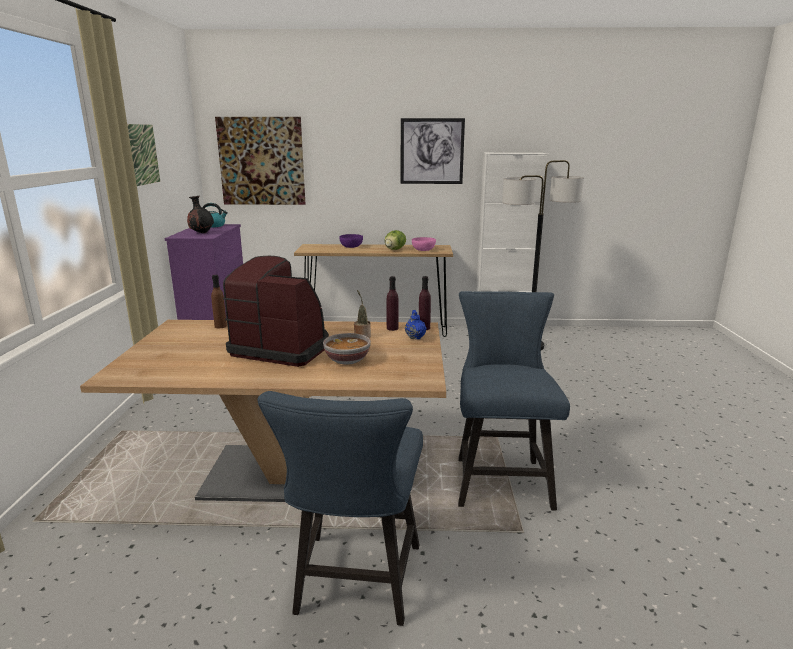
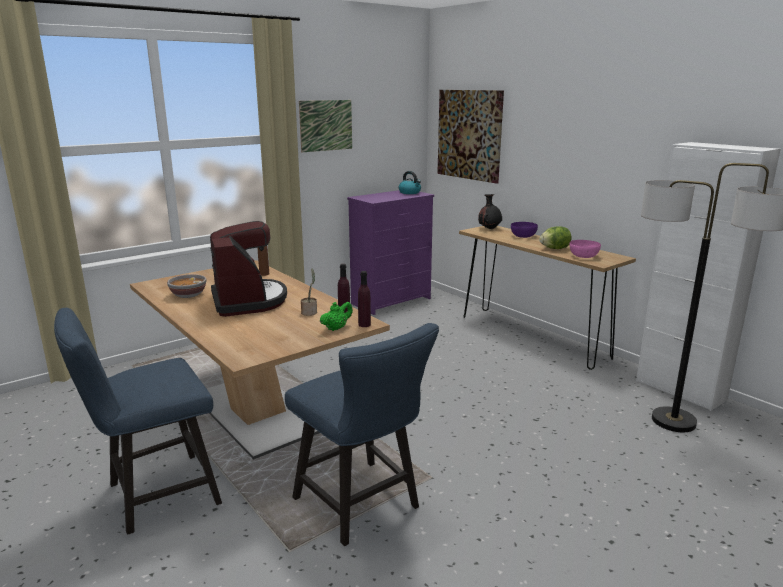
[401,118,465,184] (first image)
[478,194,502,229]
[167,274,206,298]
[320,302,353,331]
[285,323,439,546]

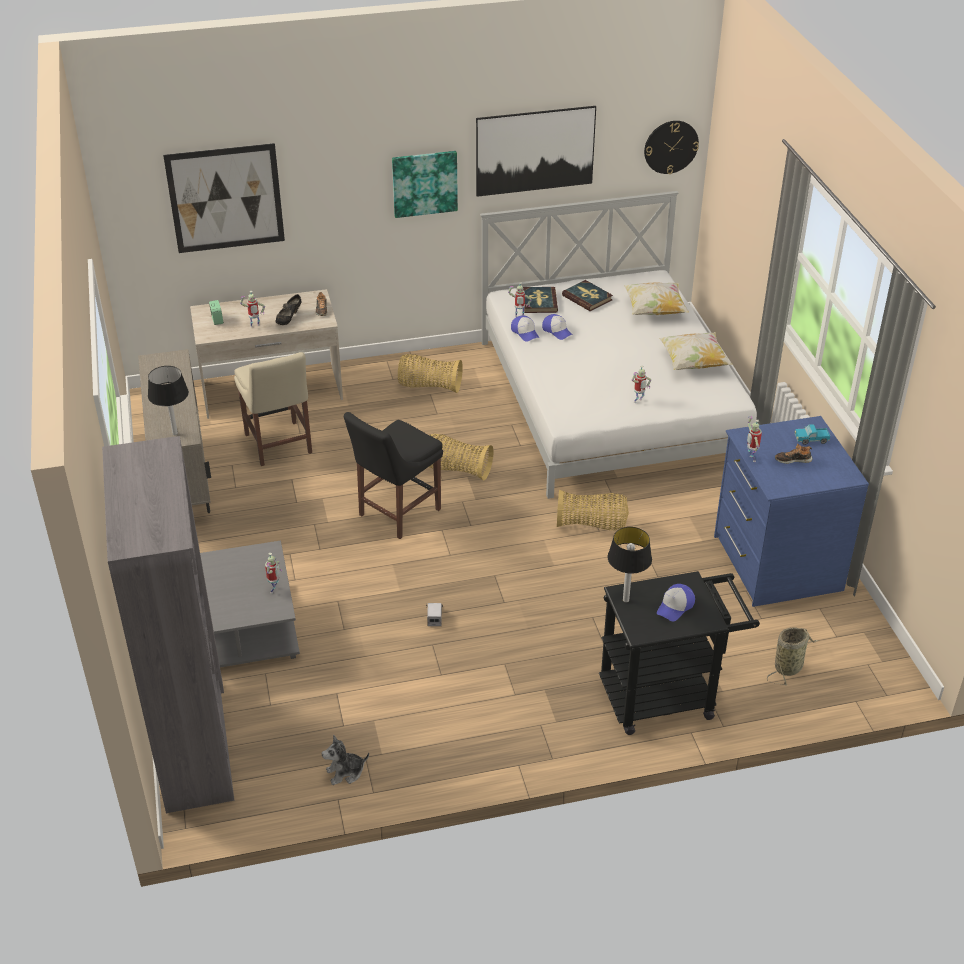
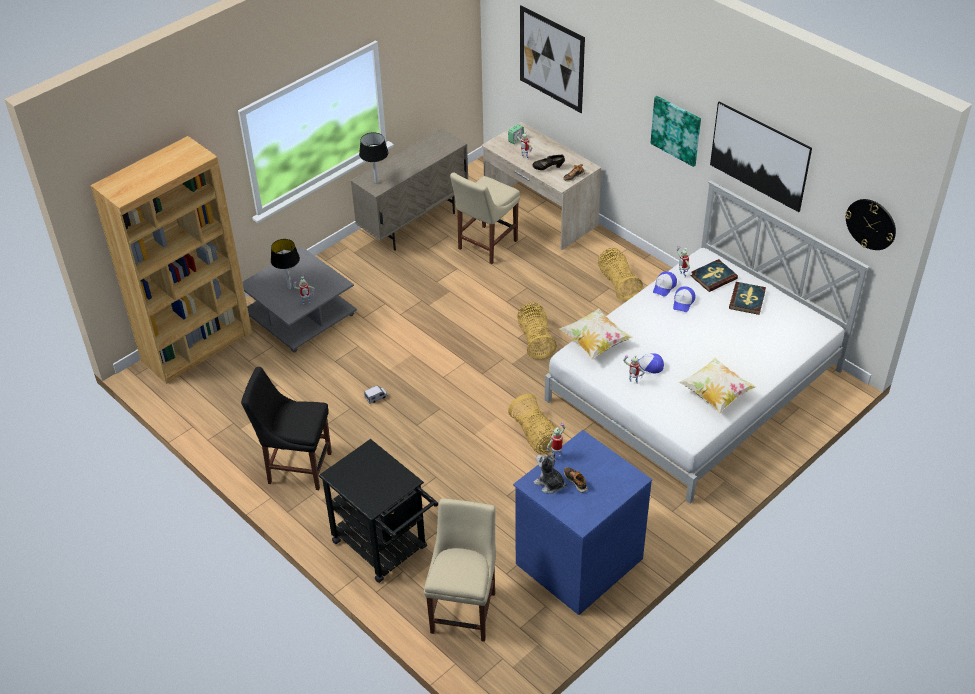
[794,424,830,445] (first image)
[534,452,568,494]
[241,367,332,490]
[271,239,300,289]
[559,308,633,359]
[631,353,664,373]
[424,498,496,642]
[90,136,252,384]

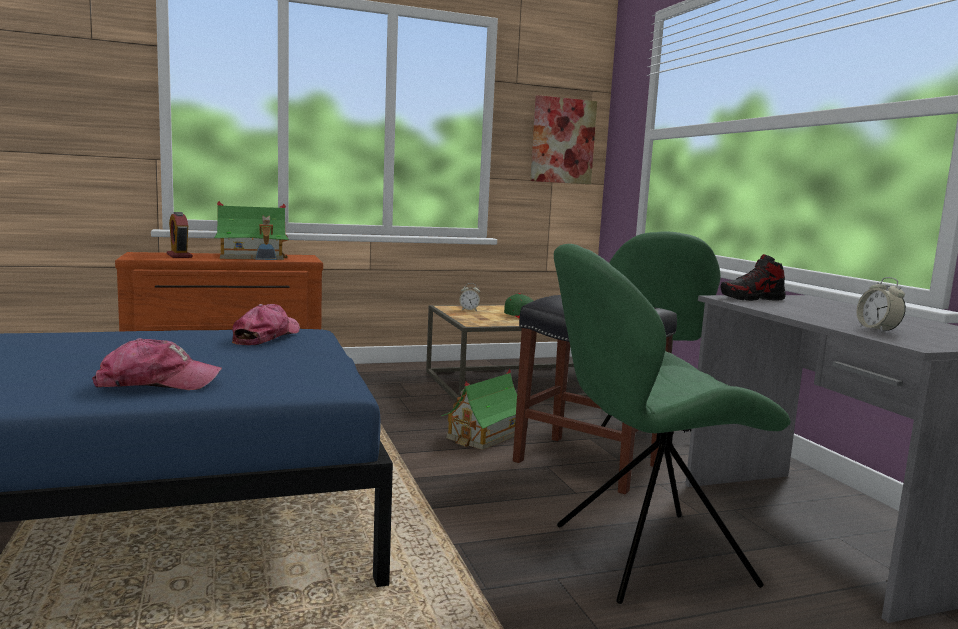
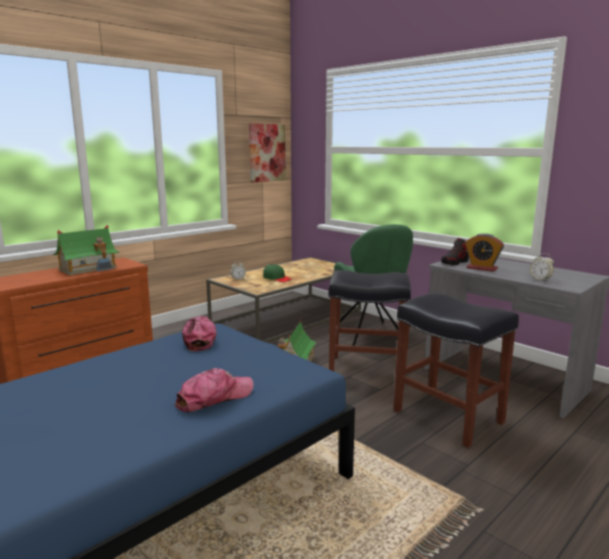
[465,233,504,272]
[393,293,519,448]

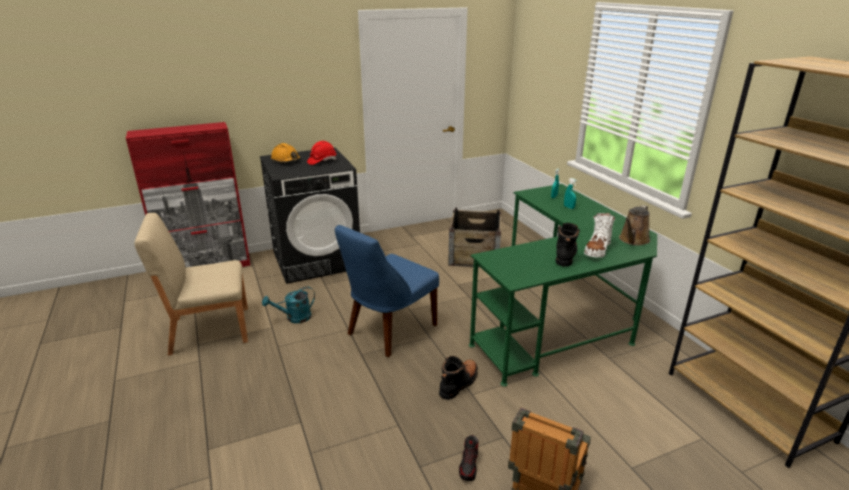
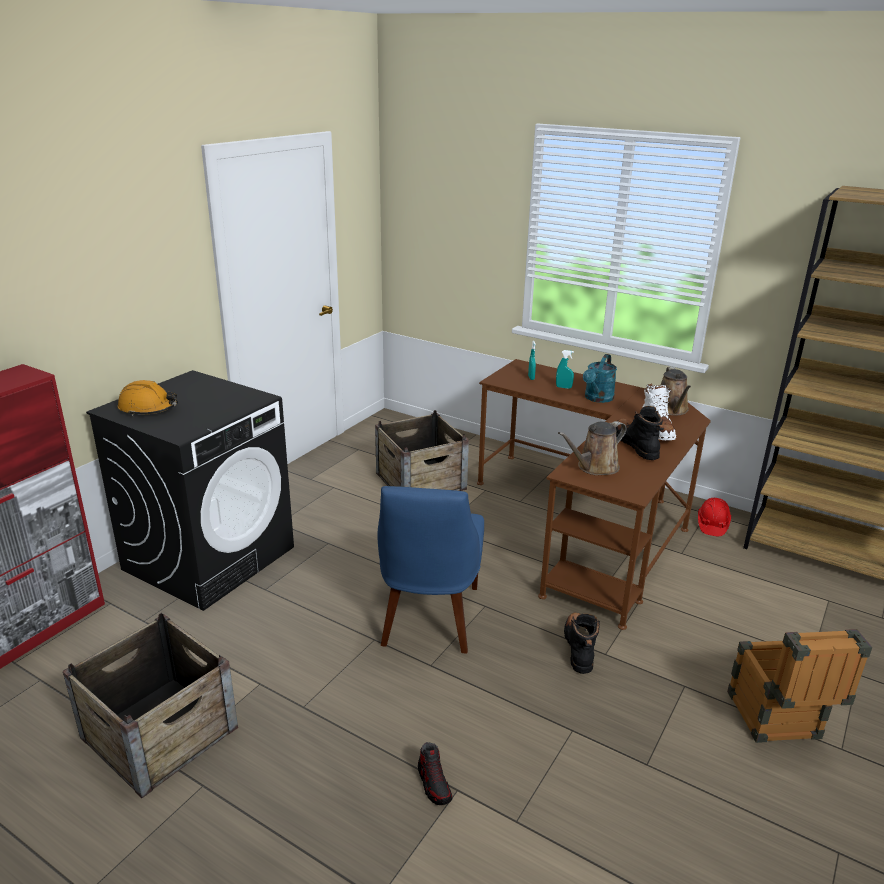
[558,421,626,475]
[583,354,617,403]
[698,498,731,536]
[418,742,452,805]
[63,613,238,798]
[477,359,711,630]

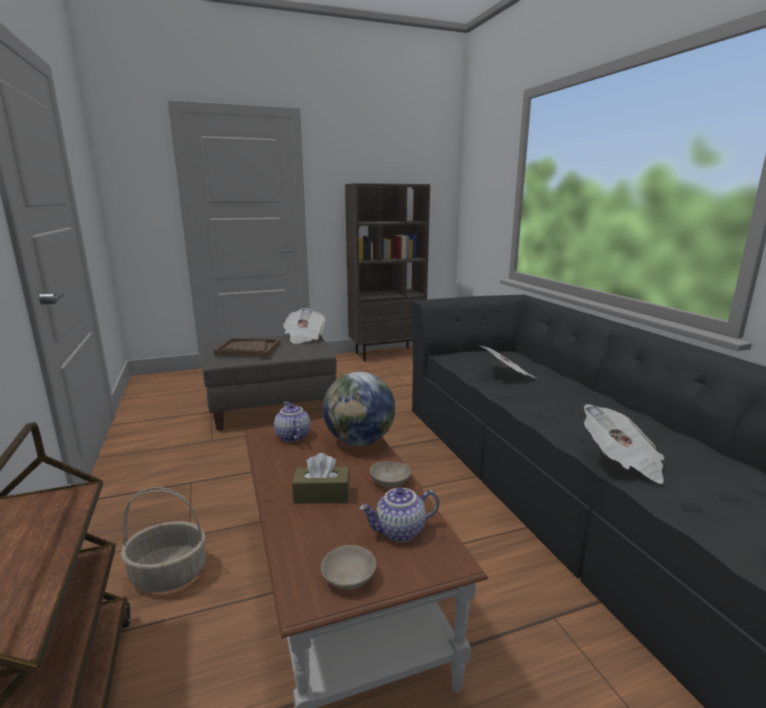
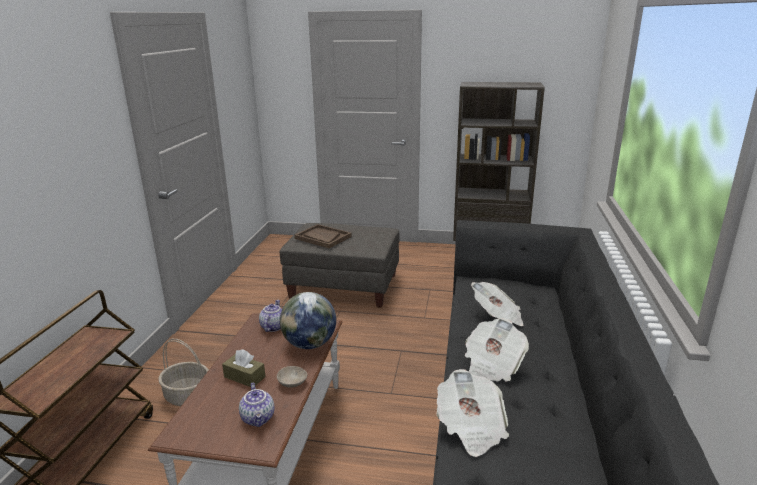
[321,545,376,589] (first image)
[465,318,529,382]
[239,383,274,427]

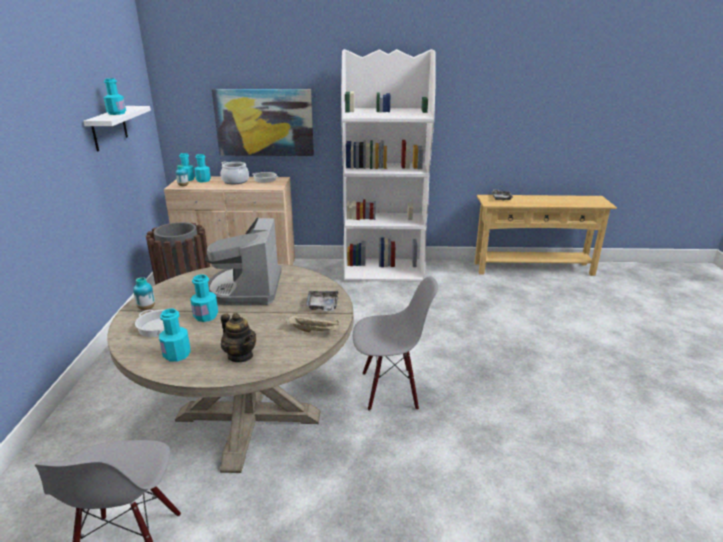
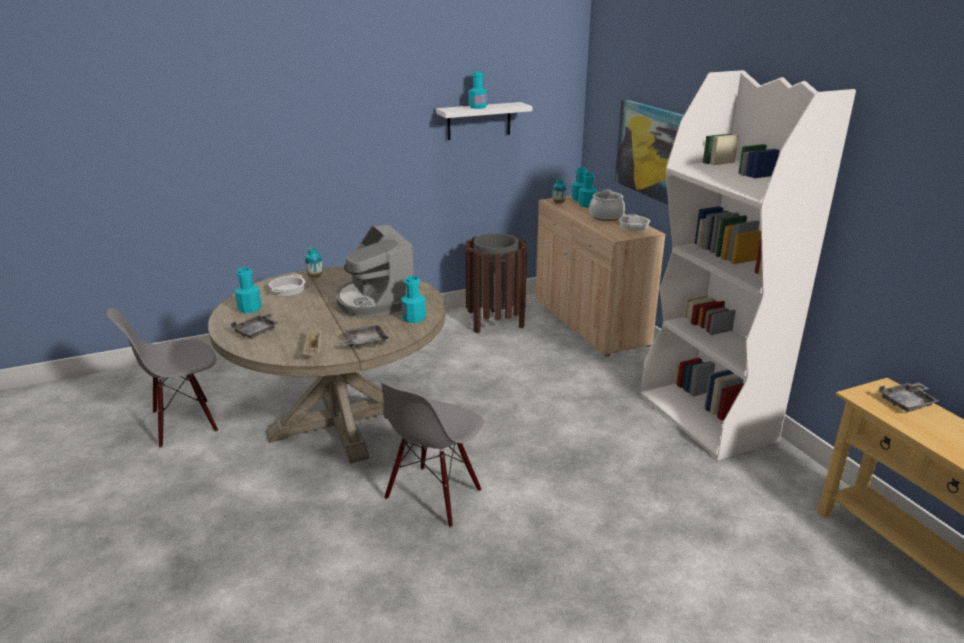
[401,276,426,323]
[231,312,278,338]
[336,225,414,317]
[381,383,484,528]

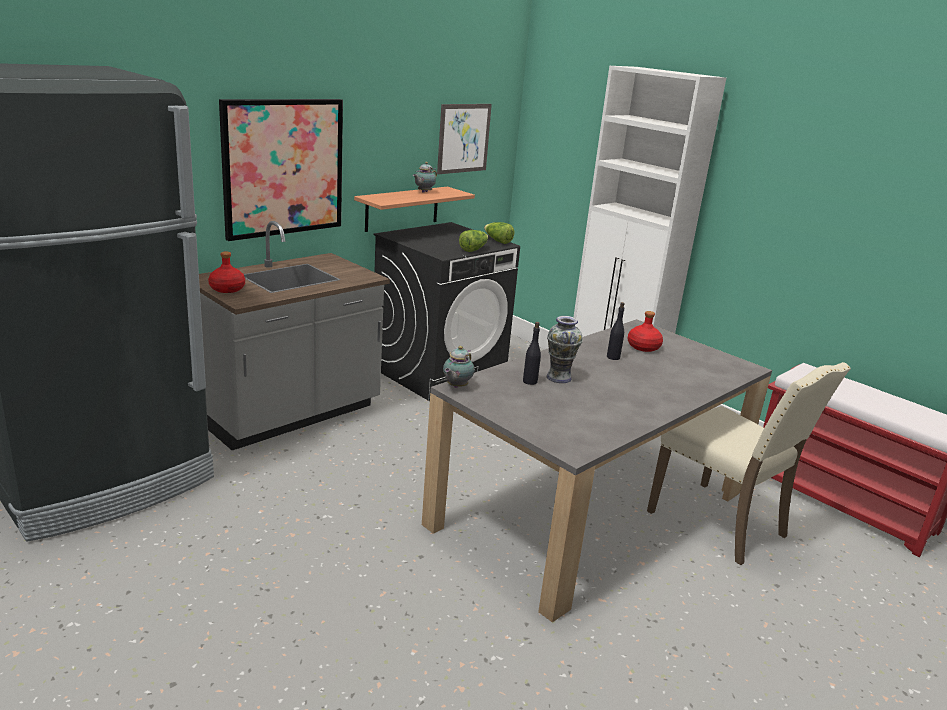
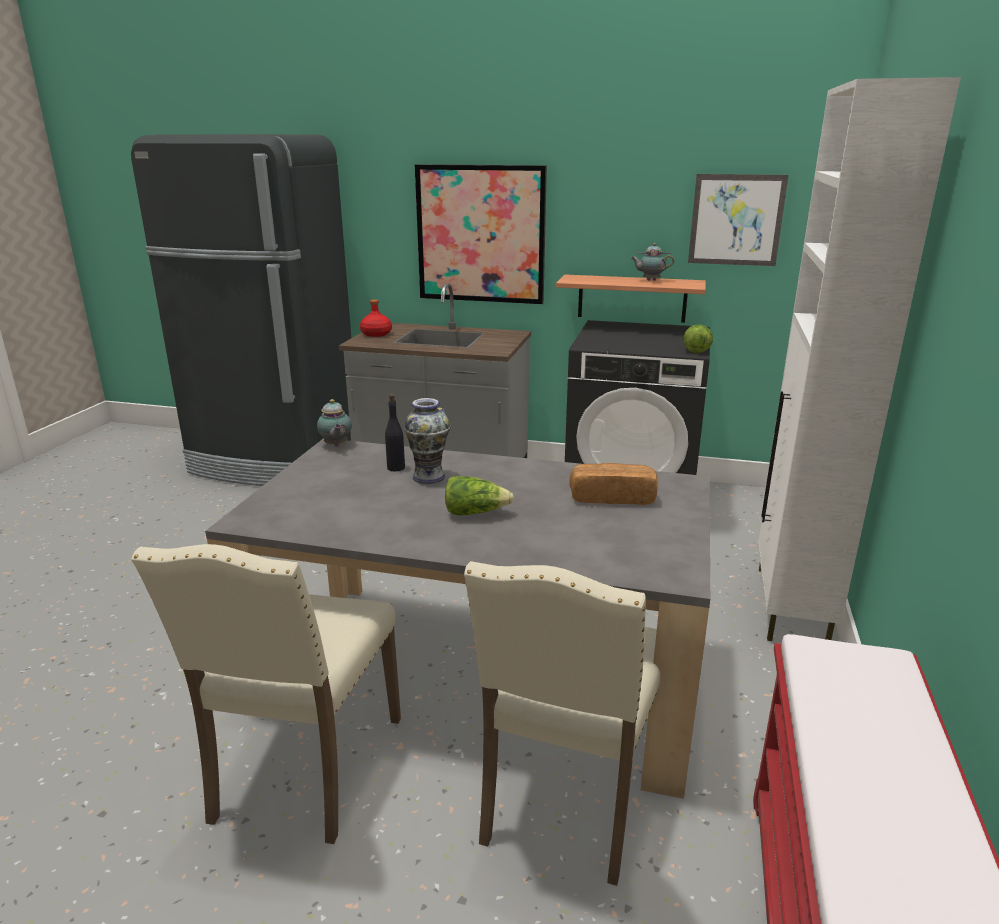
[607,302,625,360] (first image)
[131,544,401,844]
[445,476,514,516]
[569,463,658,505]
[317,399,352,446]

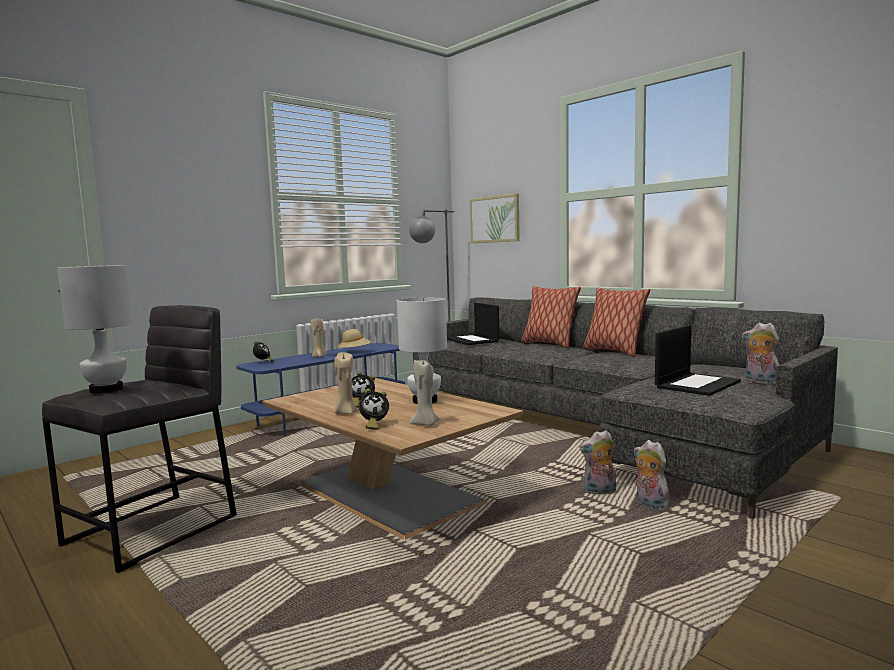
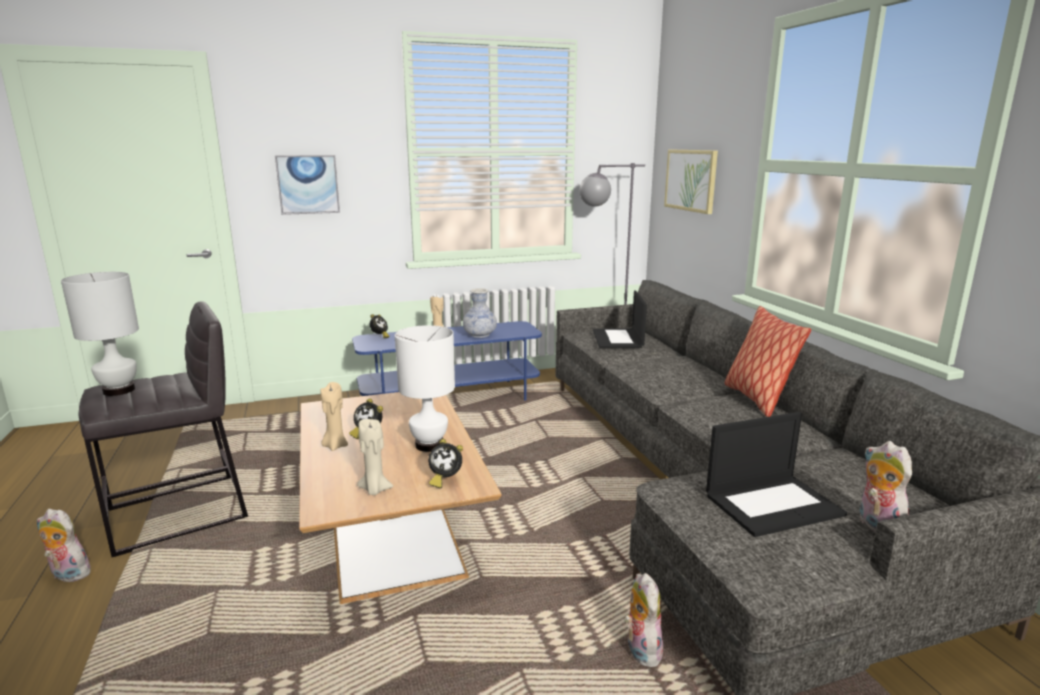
[521,286,581,348] (first image)
[275,155,340,215]
[428,439,463,488]
[37,509,91,582]
[463,288,497,338]

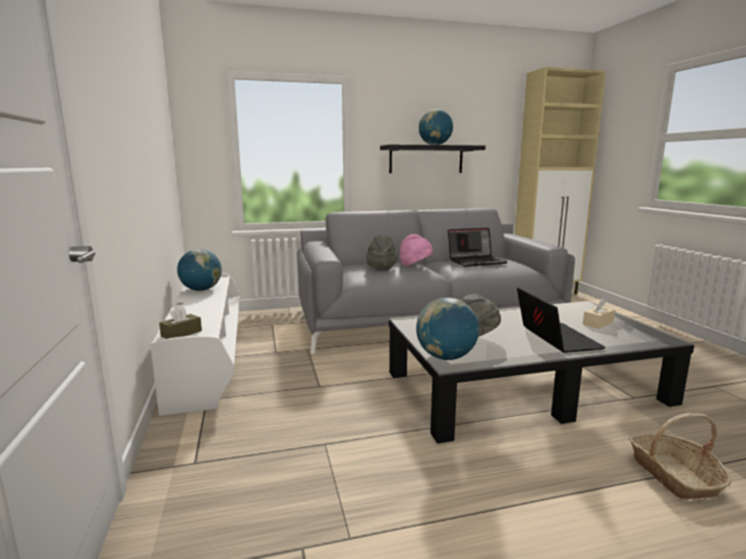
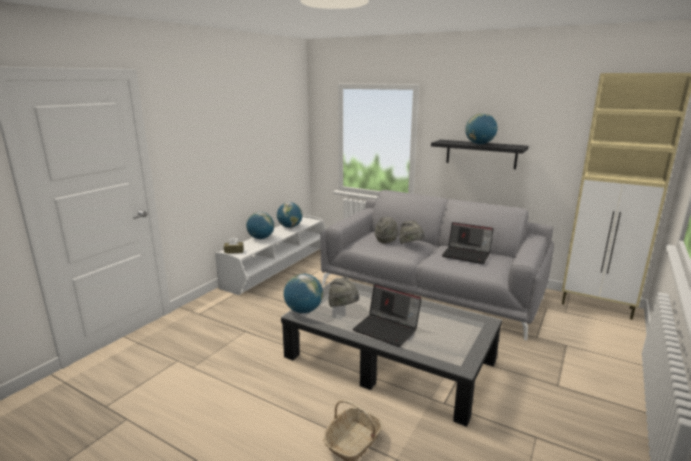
[583,298,615,329] (first image)
[246,212,274,239]
[399,220,425,244]
[353,284,422,347]

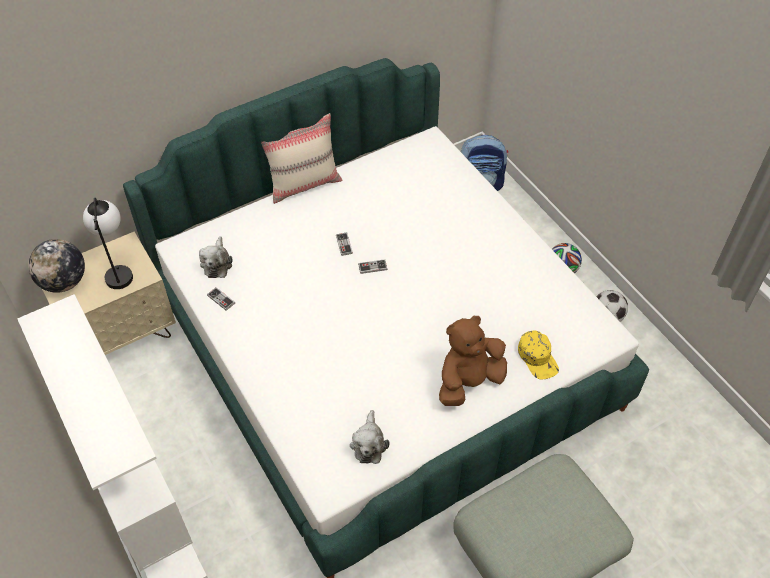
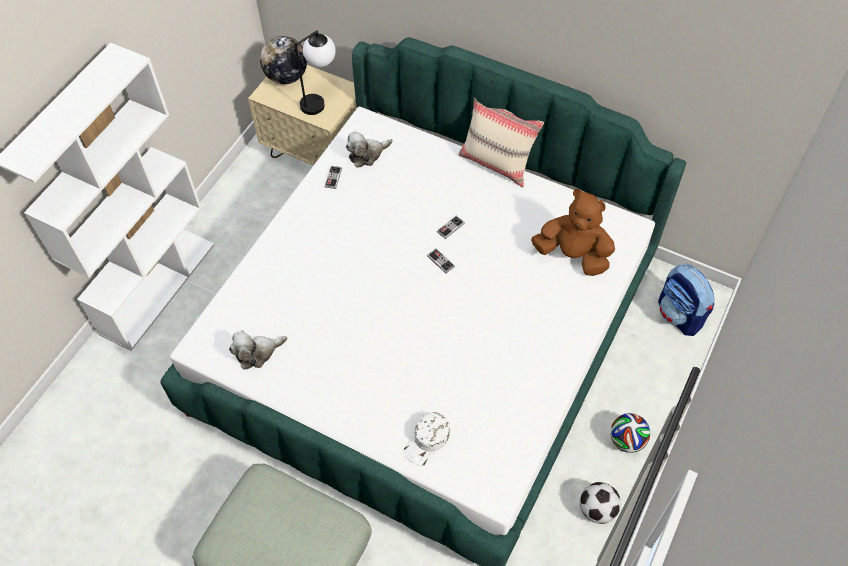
[531,189,615,276]
[404,412,450,466]

